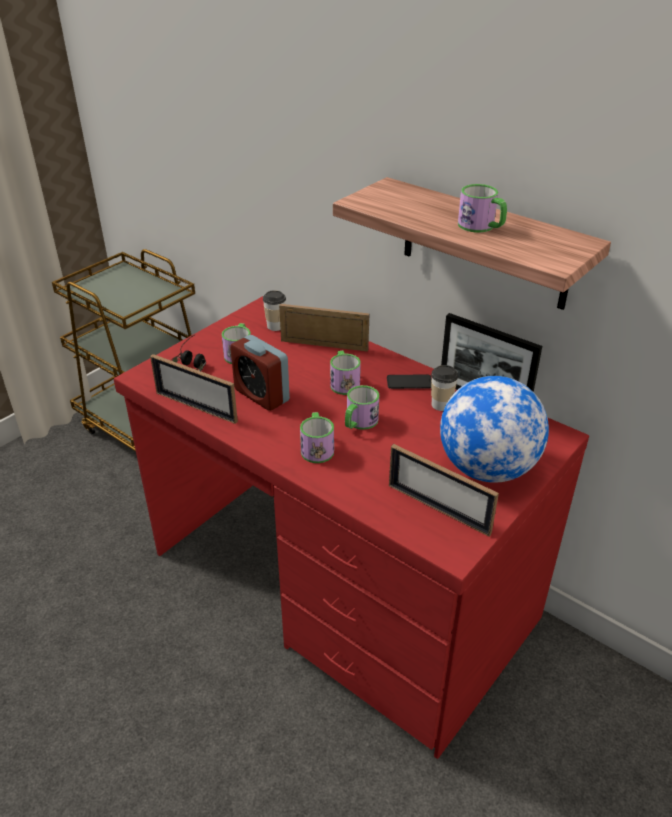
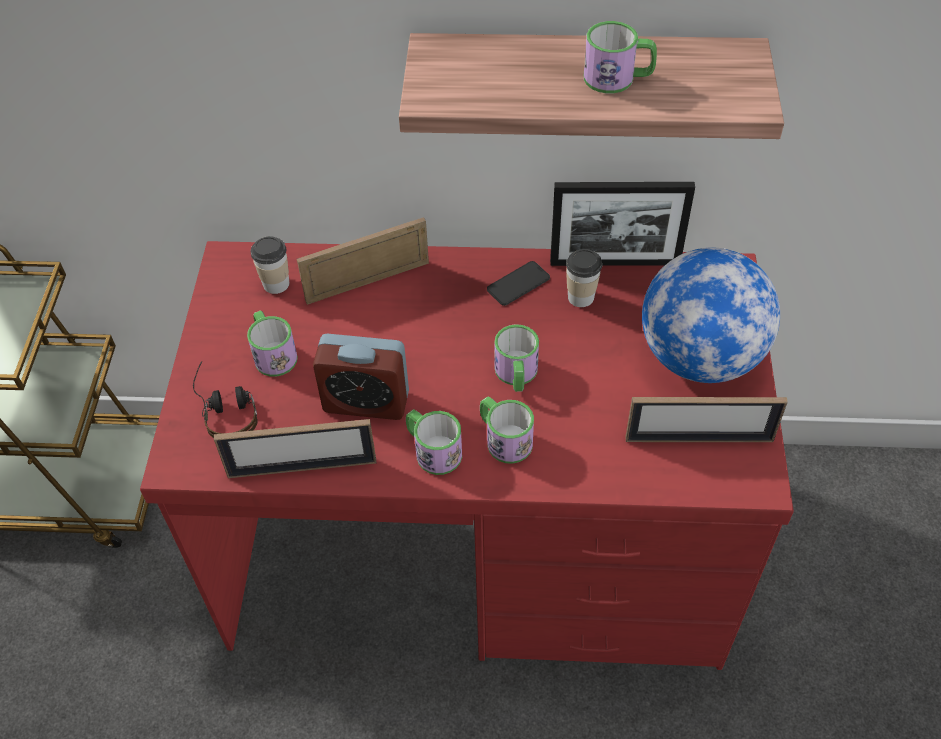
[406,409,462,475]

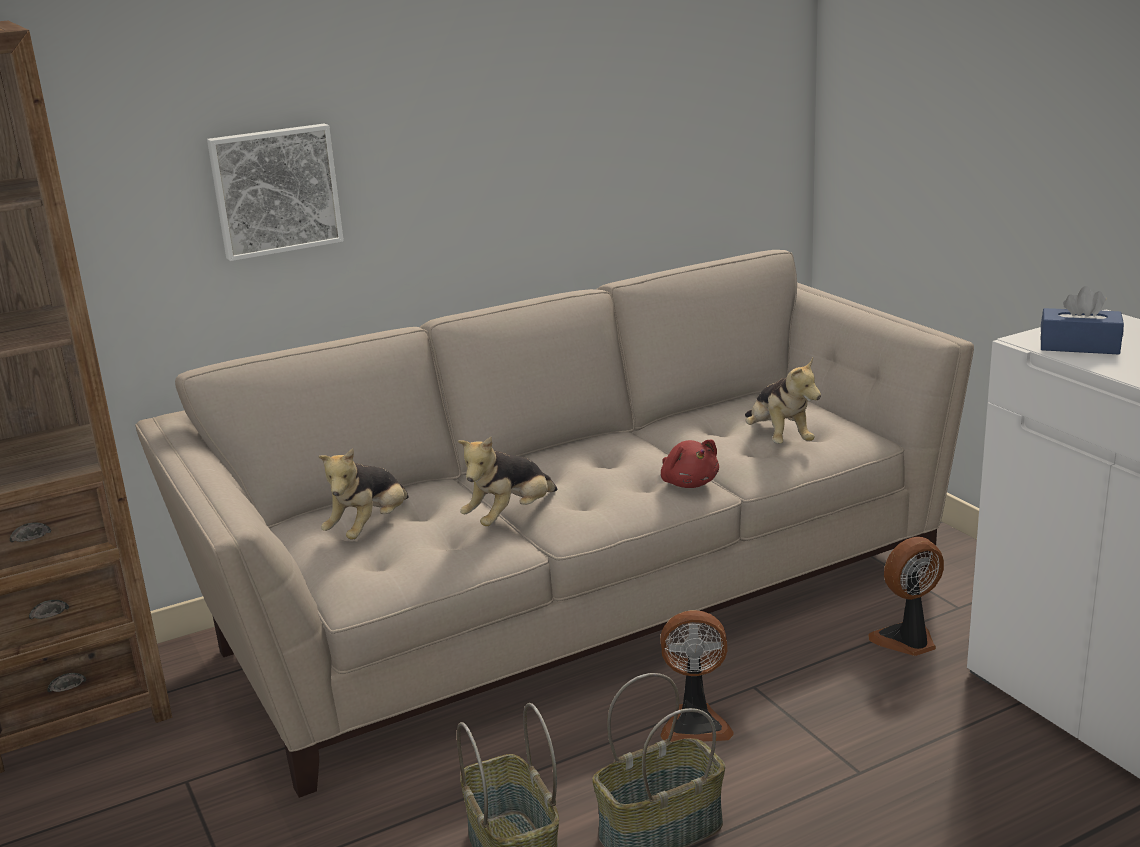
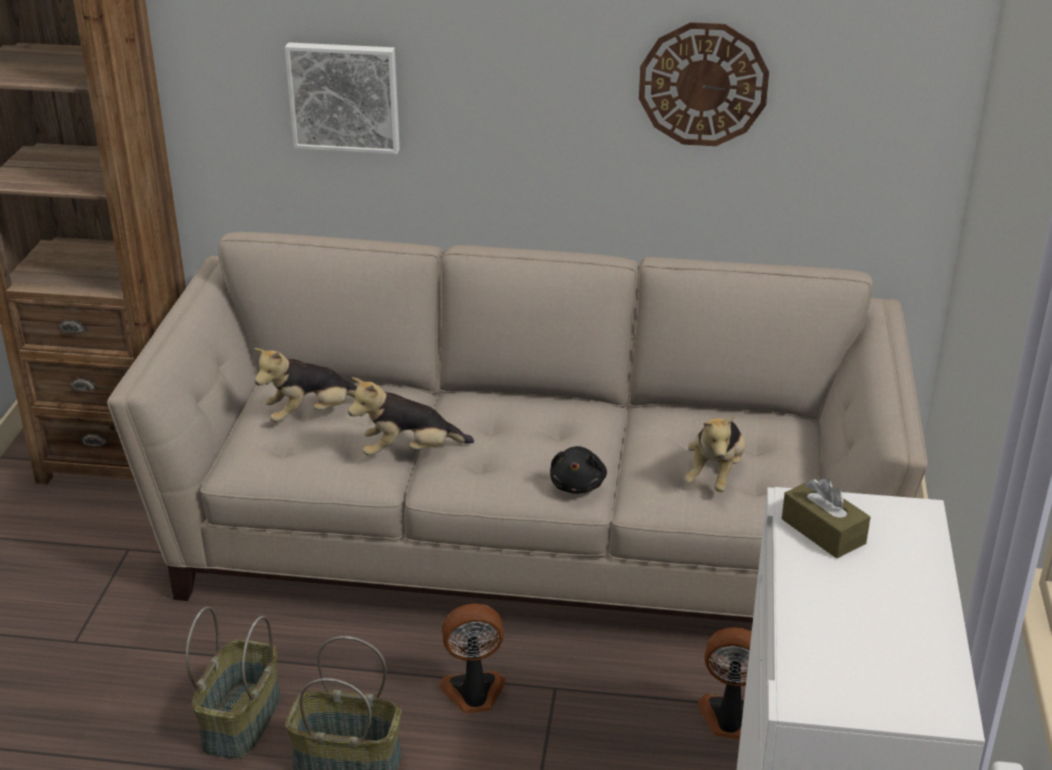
[639,22,769,146]
[550,446,607,494]
[782,477,870,559]
[440,603,505,713]

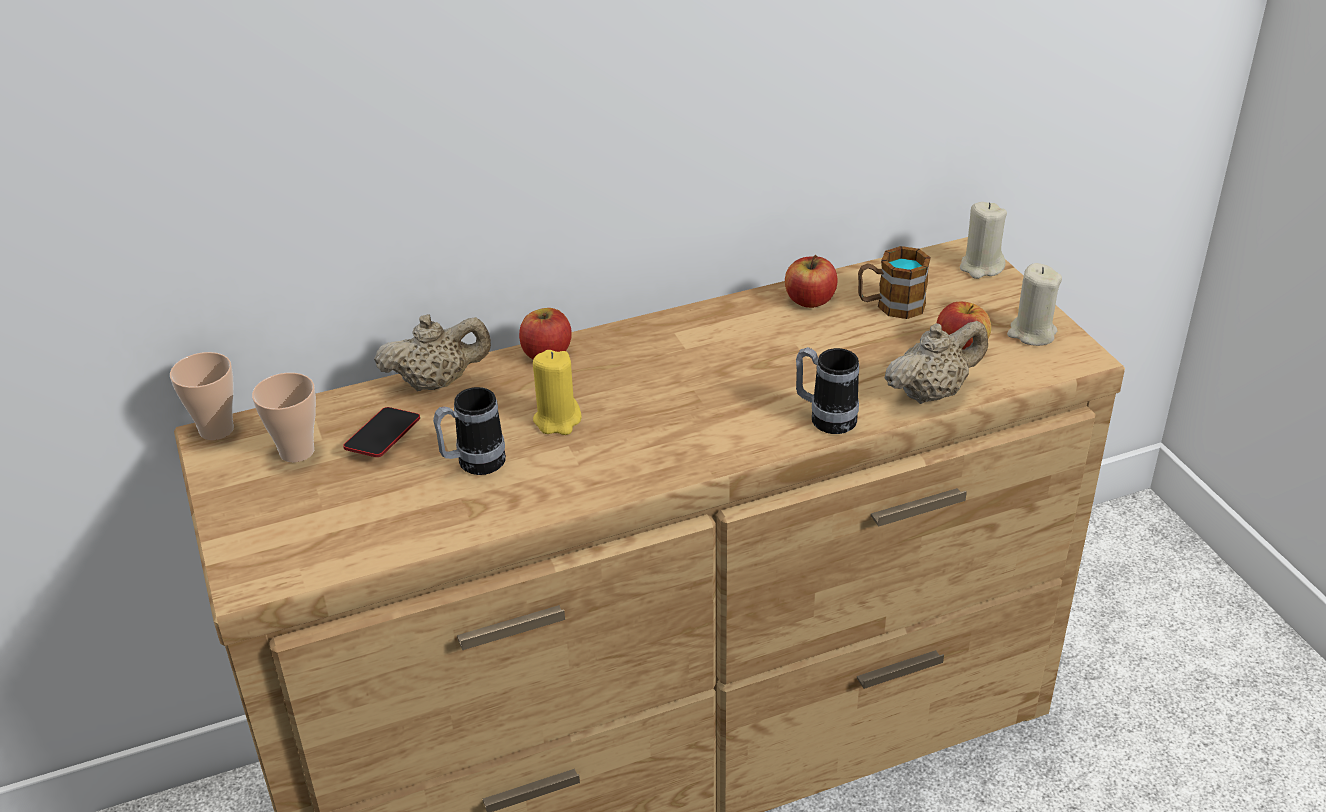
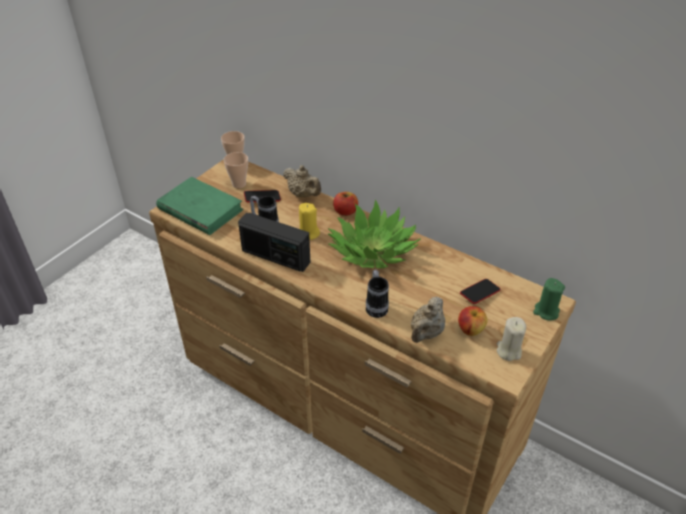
[785,255,837,308] (first image)
[156,177,243,235]
[238,213,310,272]
[328,199,421,268]
[460,279,501,304]
[533,278,565,320]
[411,297,445,343]

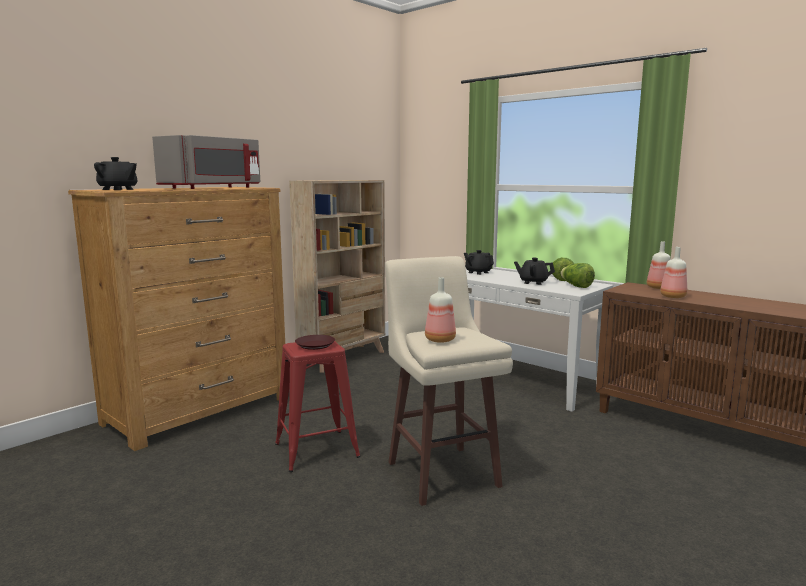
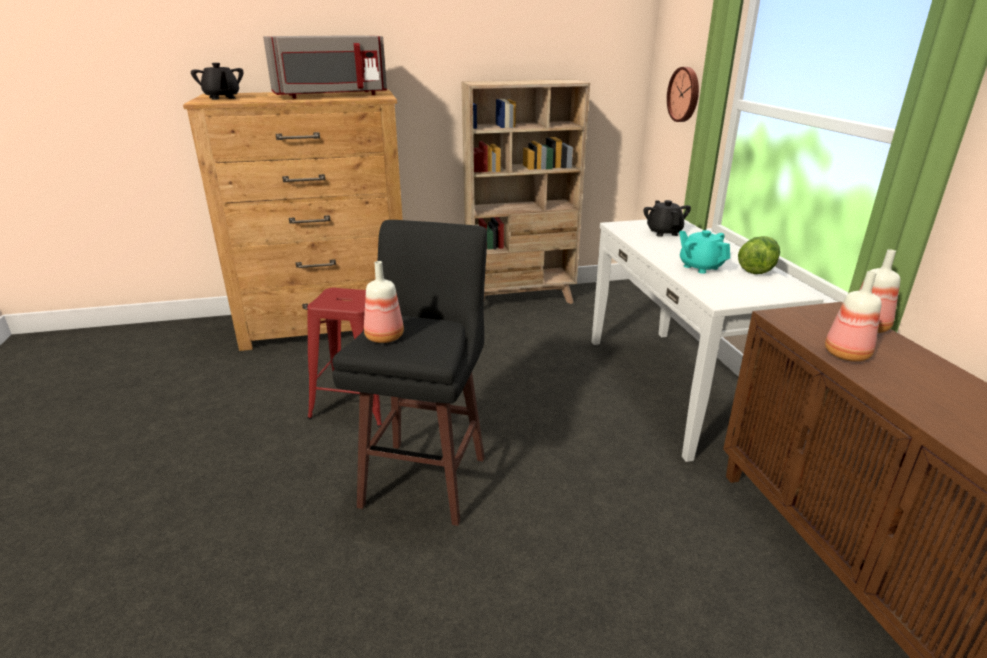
[295,335,335,350] (first image)
[560,263,595,288] (first image)
[667,67,699,122]
[332,220,487,526]
[679,230,730,274]

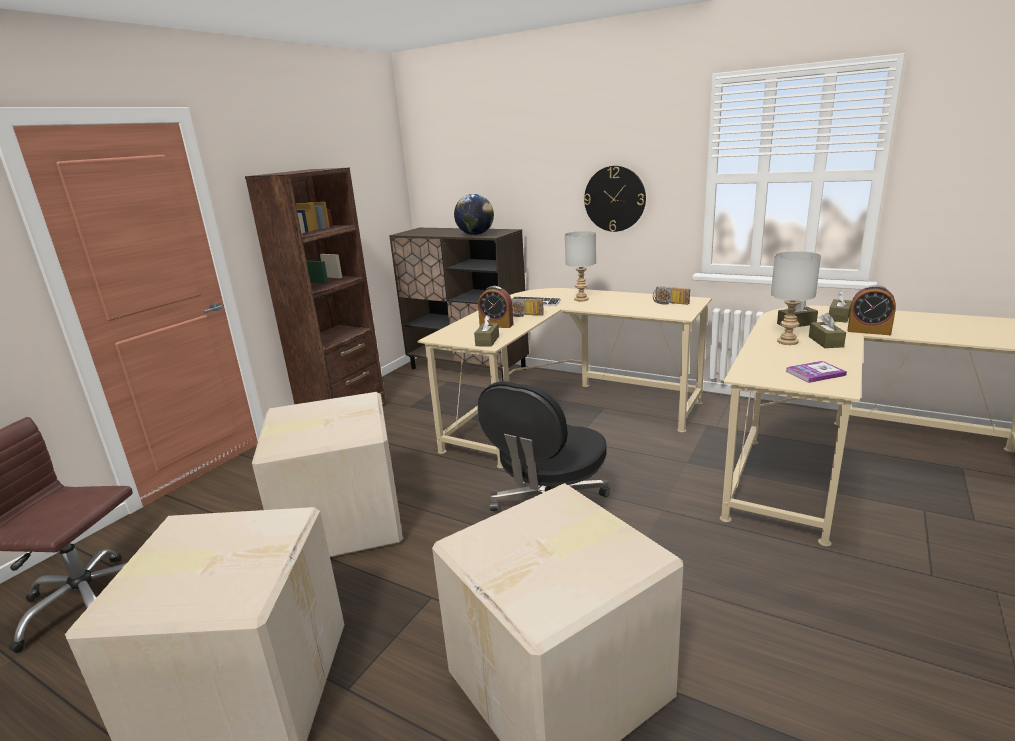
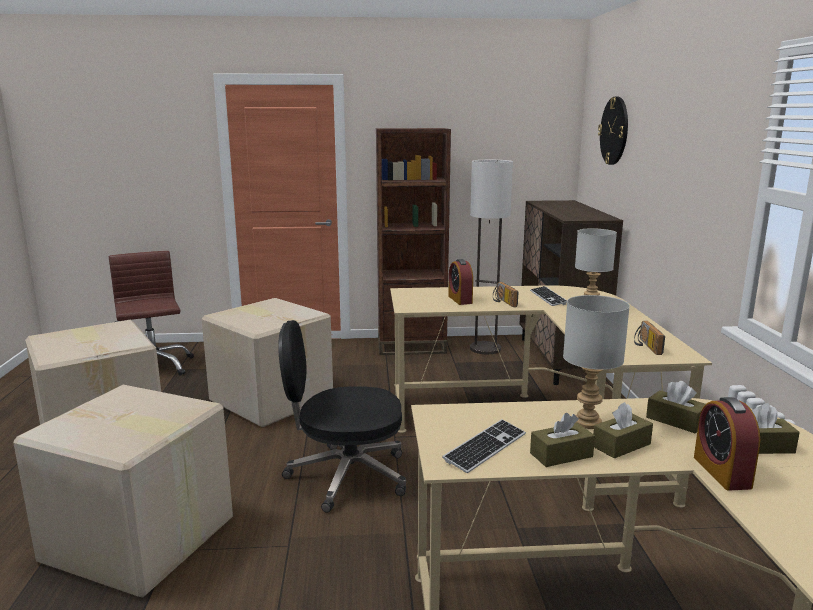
[454,194,494,235] (first image)
[470,160,513,354]
[530,413,595,467]
[598,97,628,165]
[442,419,526,473]

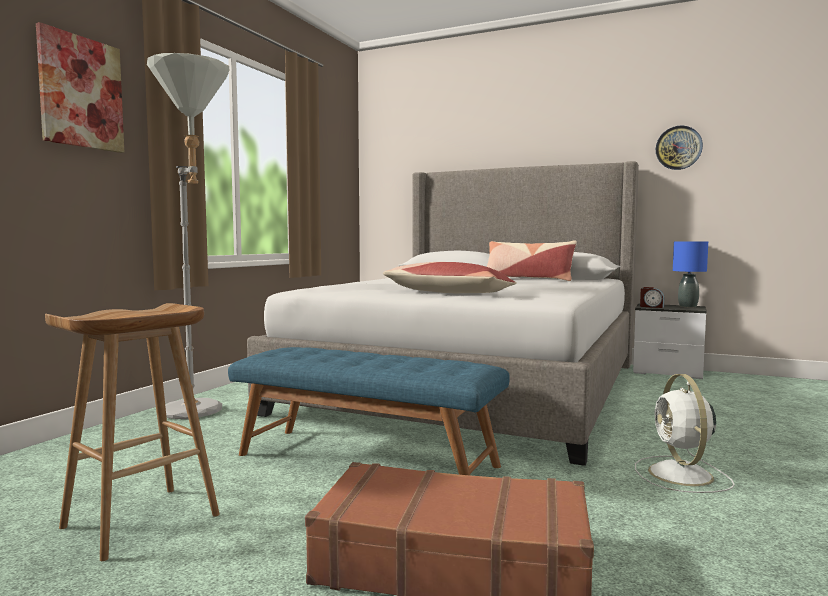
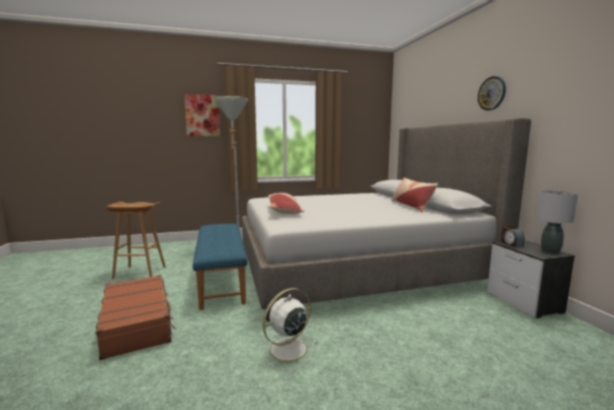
[478,76,506,111]
[537,190,578,254]

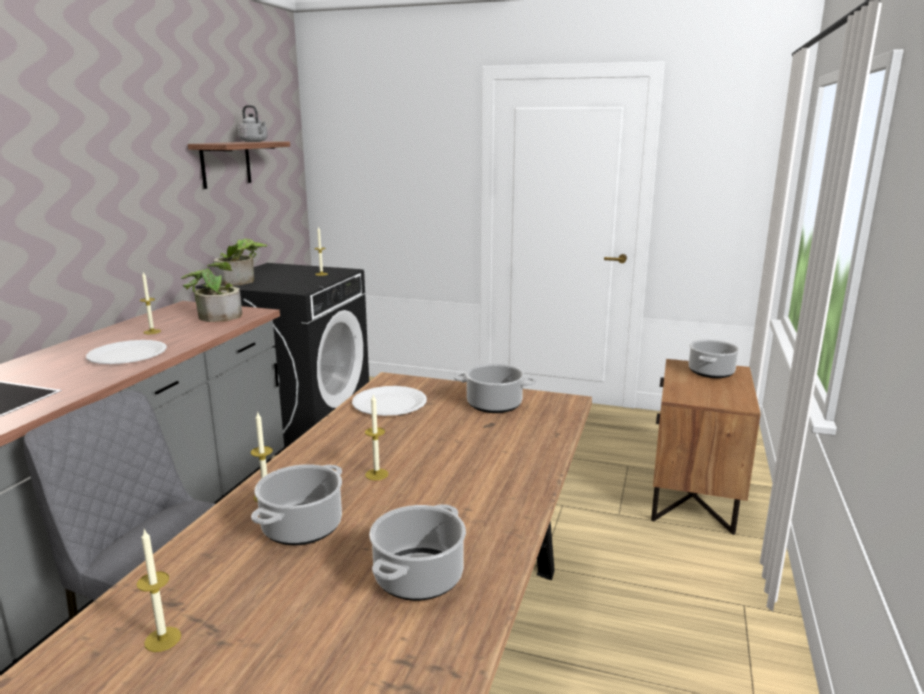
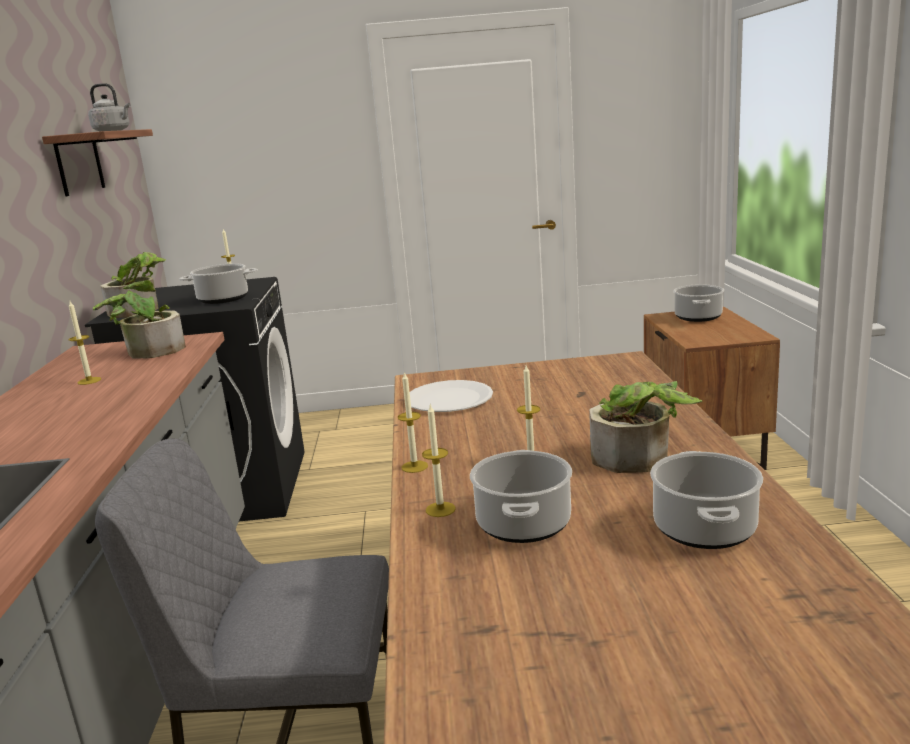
[86,340,167,364] (first image)
[589,381,702,473]
[398,372,428,473]
[179,263,258,304]

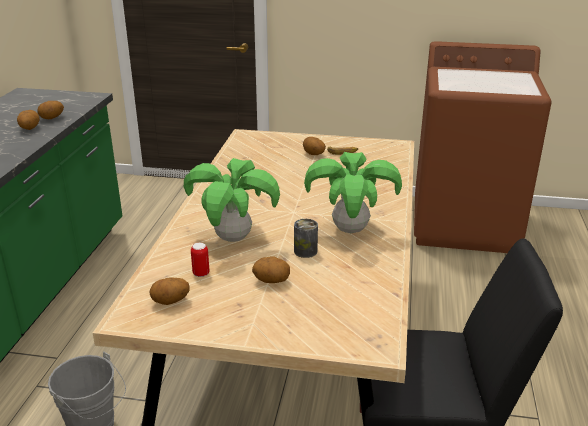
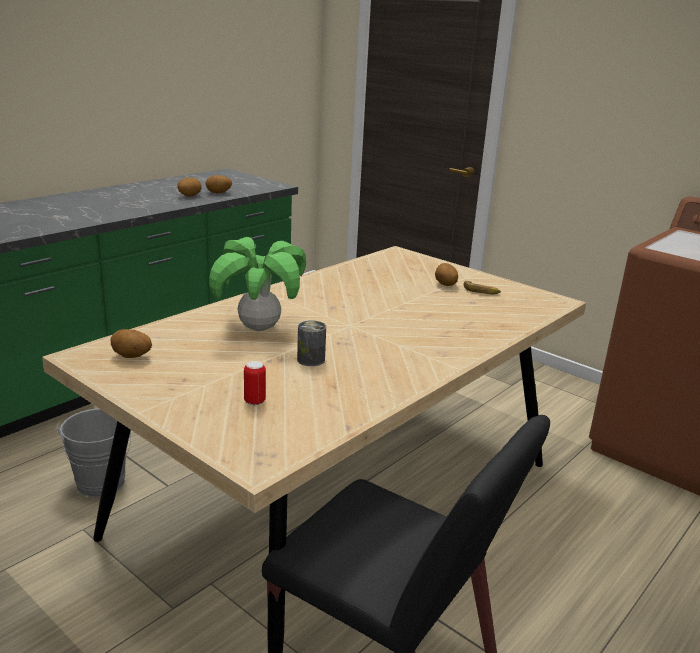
[252,256,290,283] (first image)
[304,152,402,233] (first image)
[244,361,266,405]

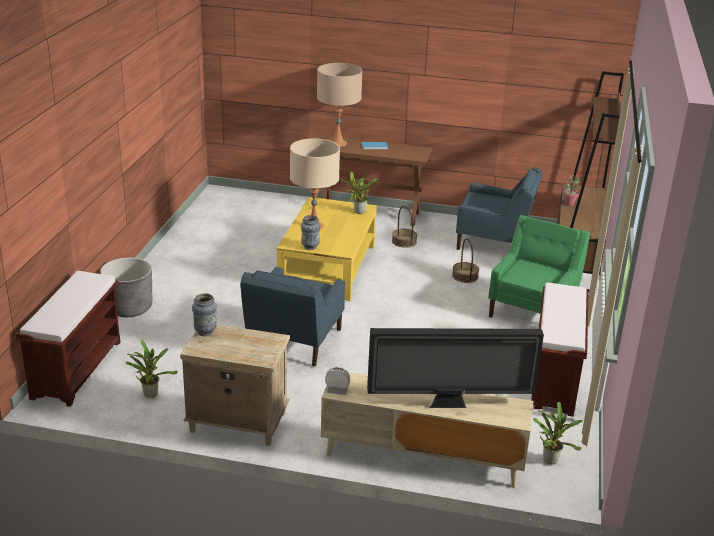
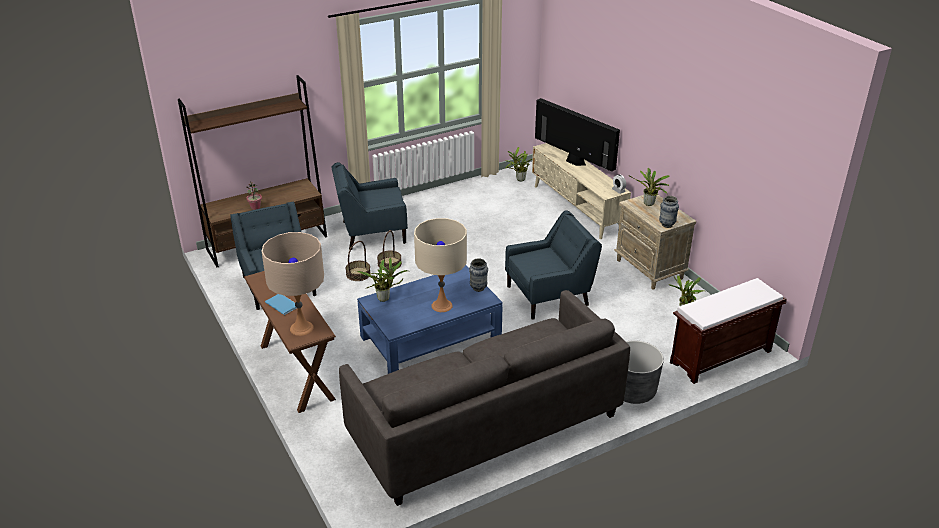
[531,283,589,417] (first image)
[339,290,630,506]
[629,168,669,206]
[377,230,402,271]
[357,265,503,374]
[331,162,408,250]

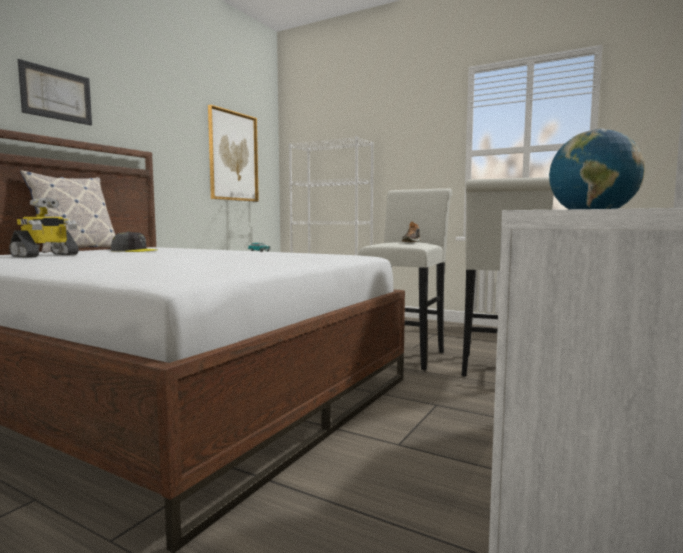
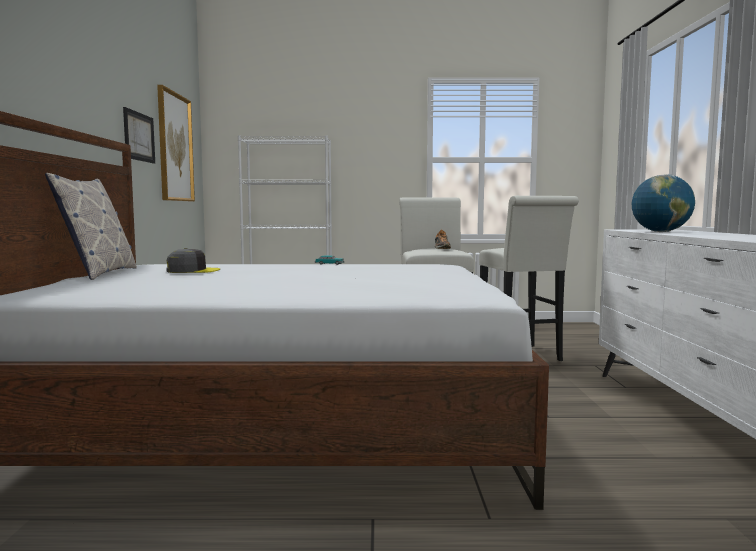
[9,198,79,258] (first image)
[123,107,155,163]

